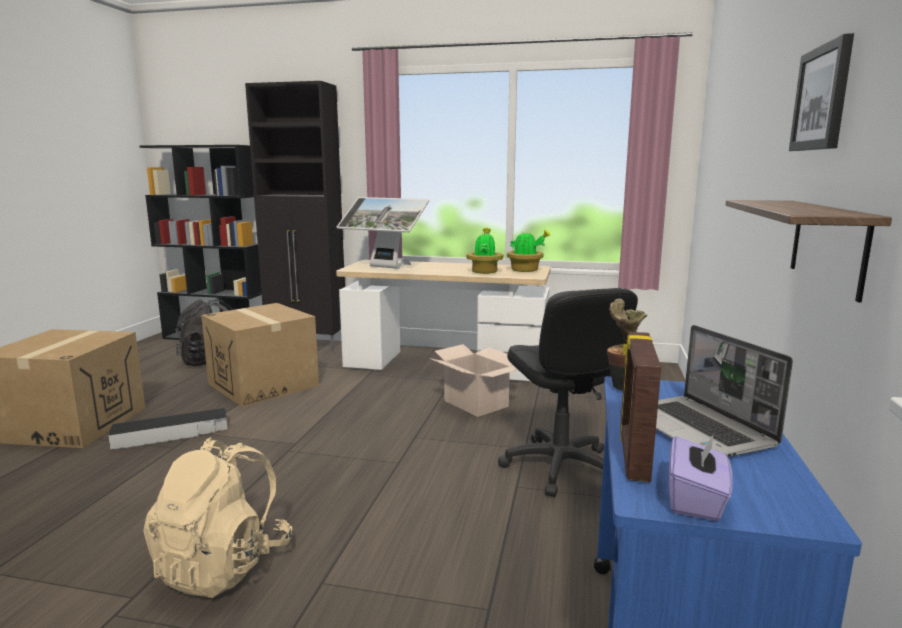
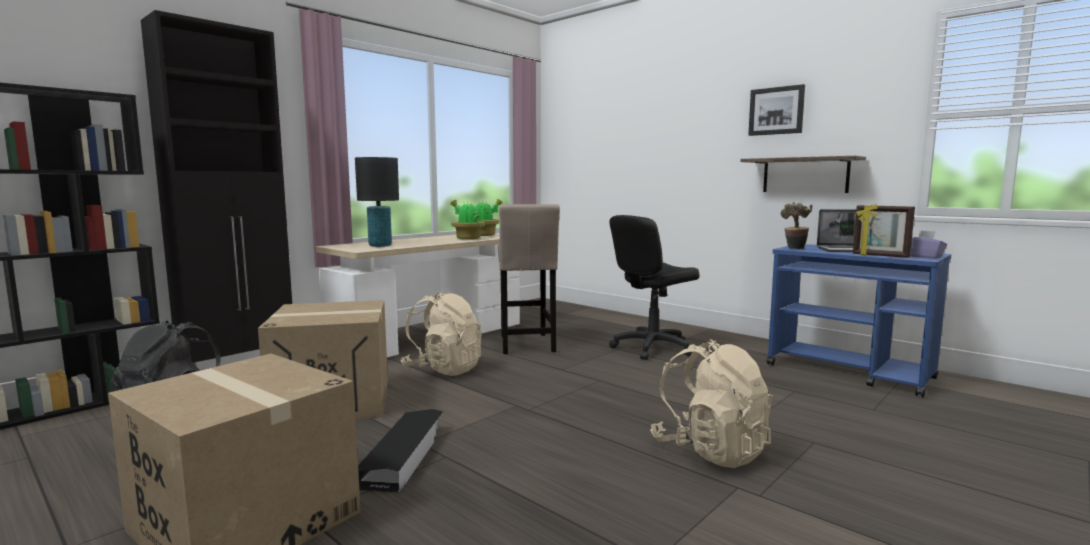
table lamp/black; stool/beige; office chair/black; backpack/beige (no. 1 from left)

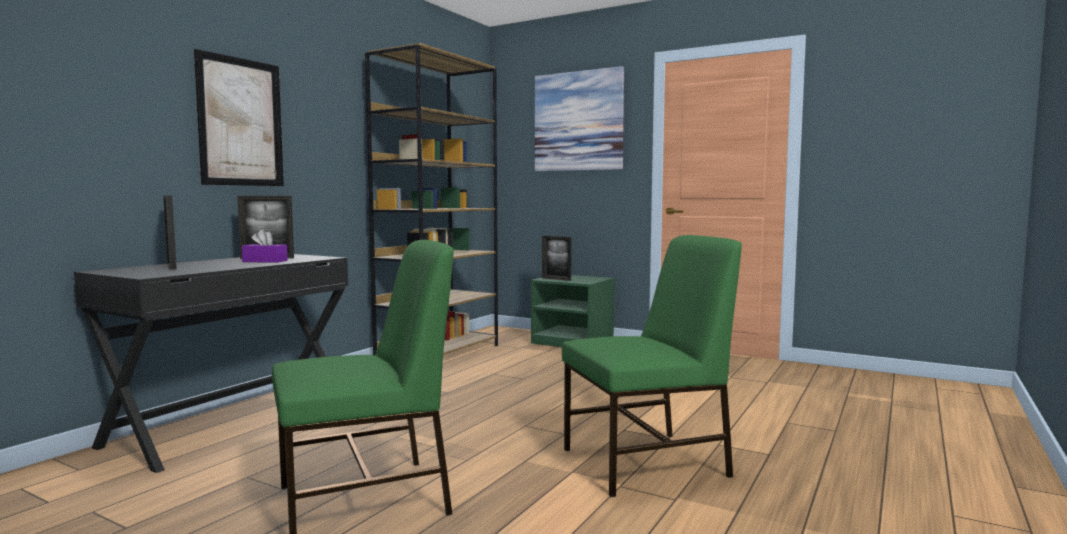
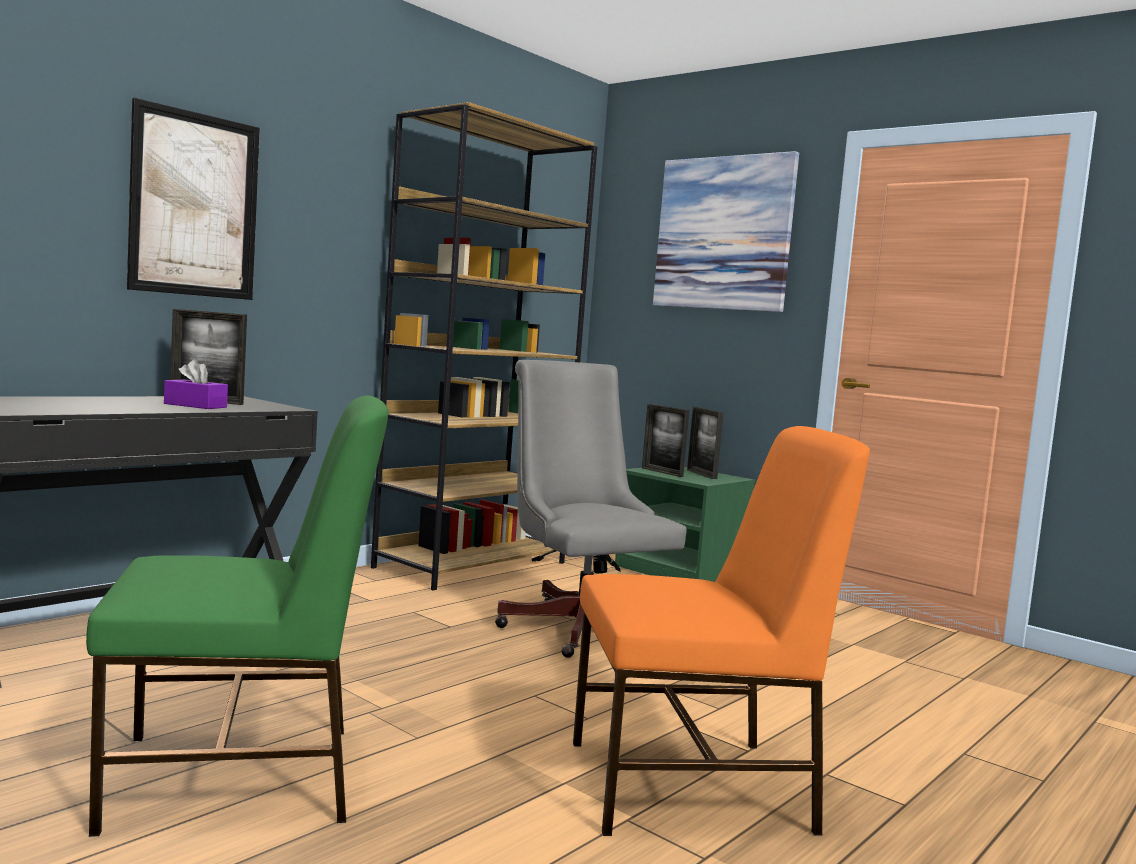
picture frame (no. 3 from left); chair/orange; office chair/grey

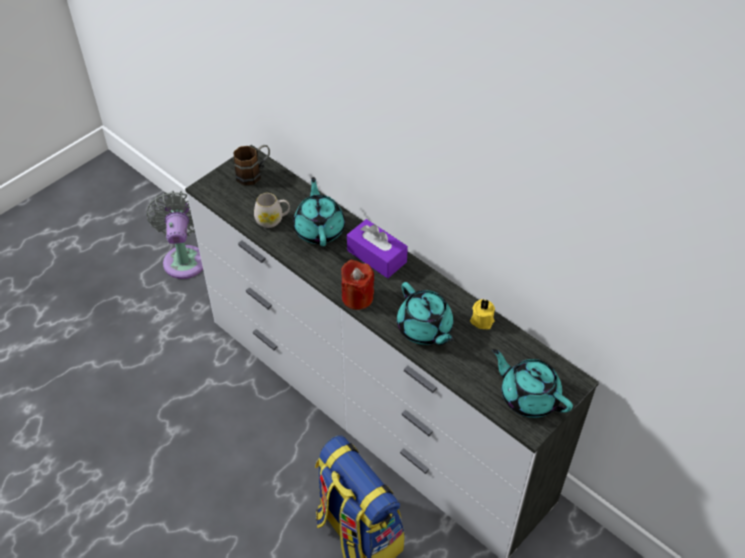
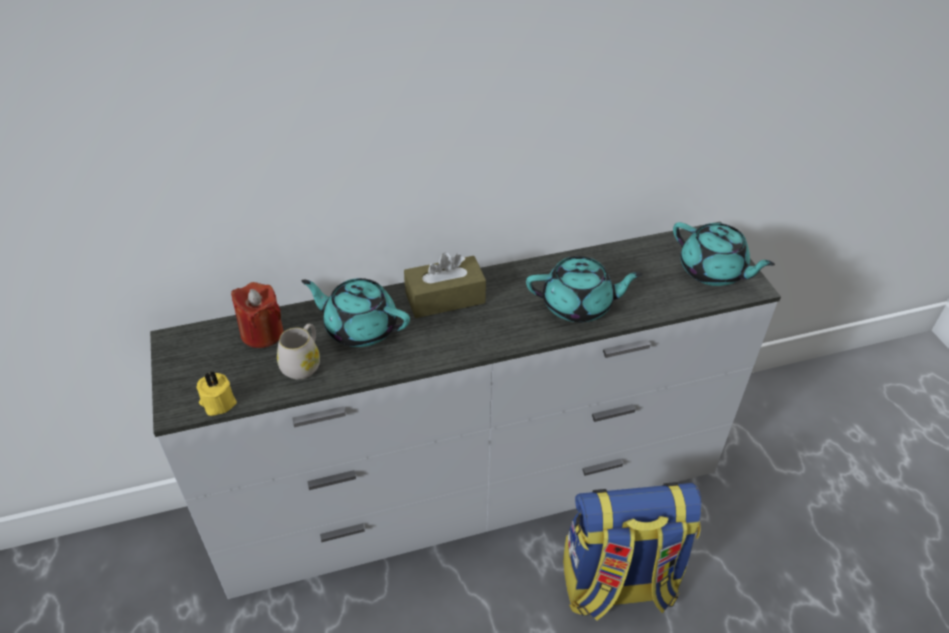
fan/grey; mug/brown; candle/red; tissue box/brown; candle/yellow; teapot/turquoise (no. 3 from left)

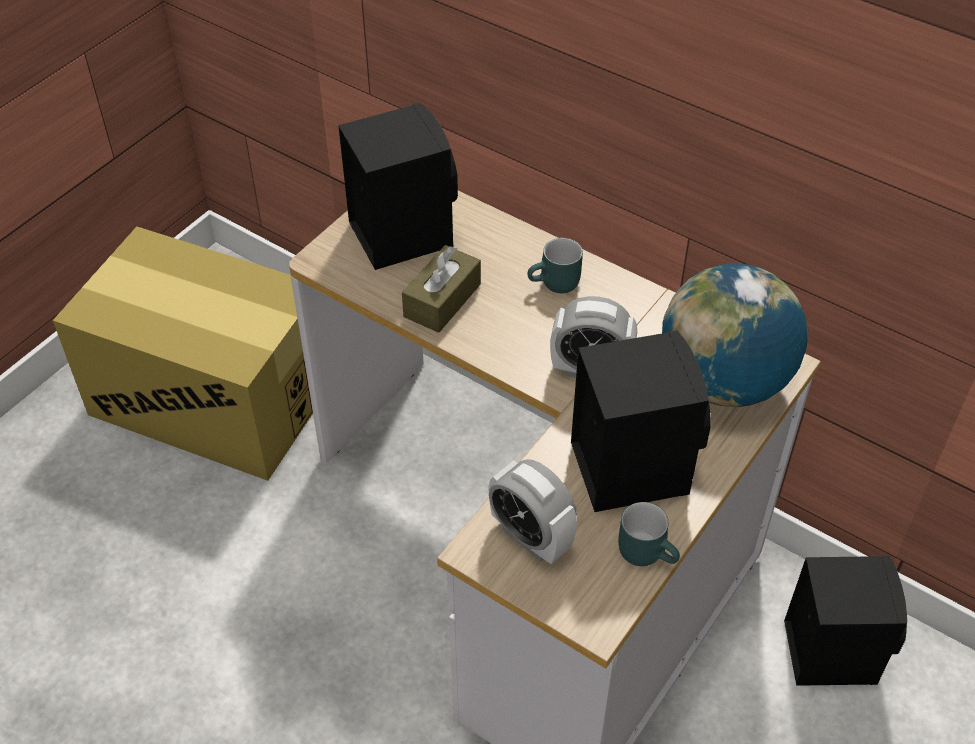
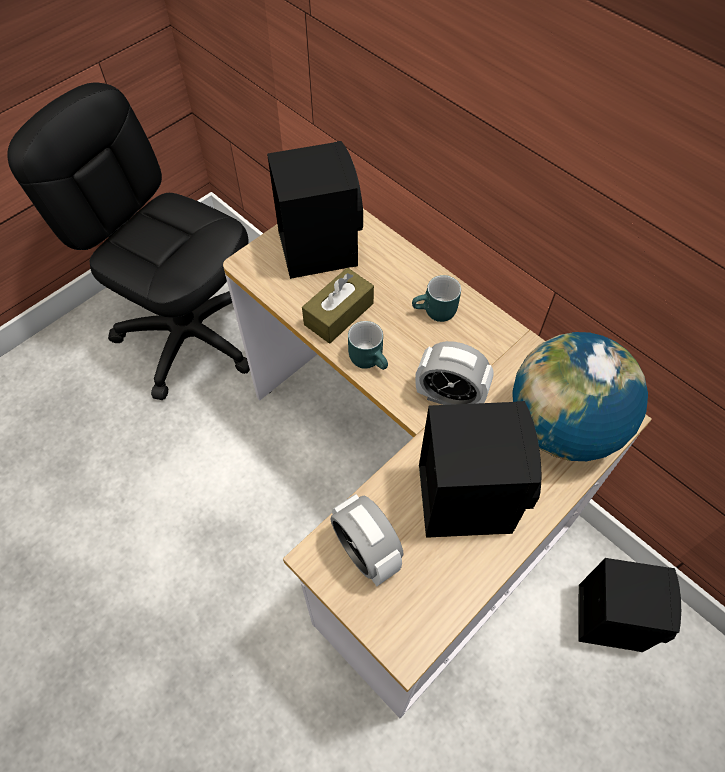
office chair/black; mug/turquoise (no. 1 from left)

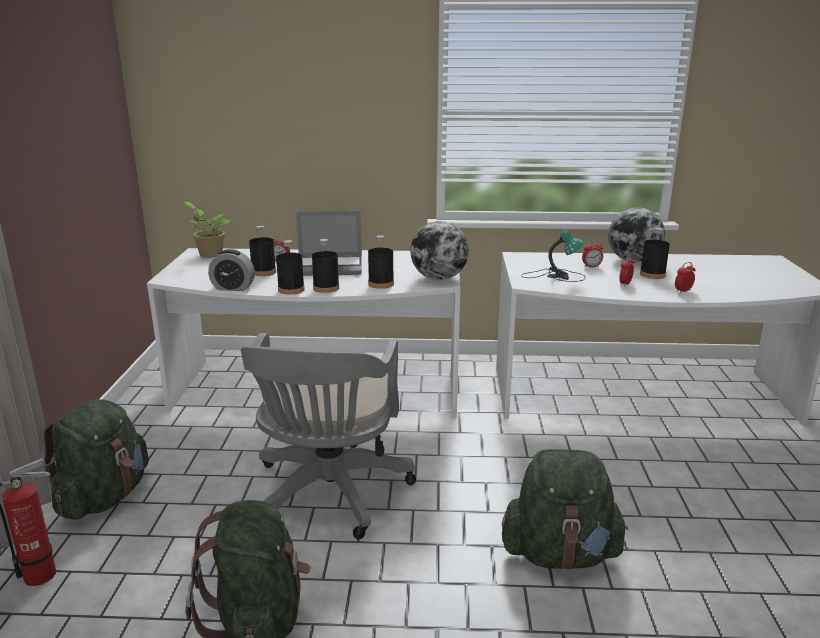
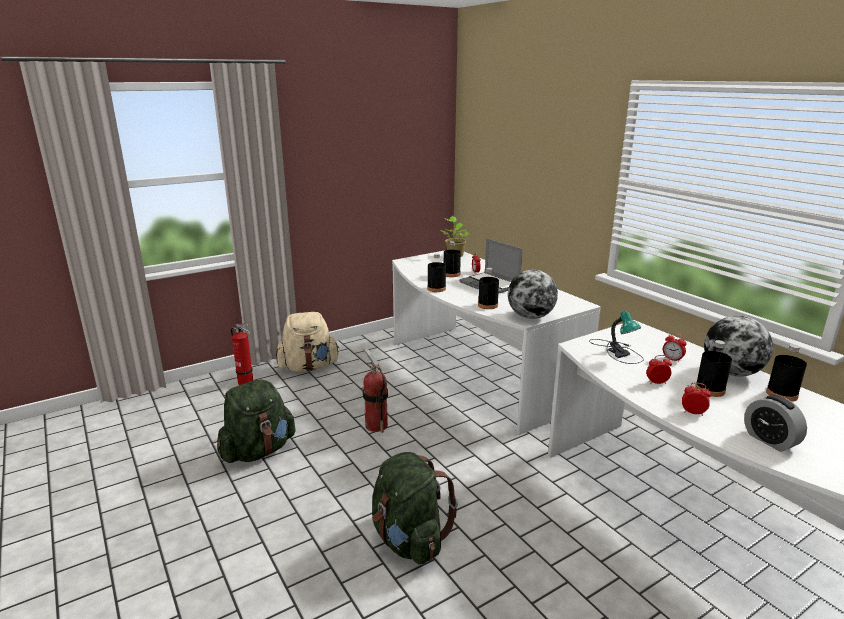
backpack/beige; alarm clock (no. 5 from left); fire extinguisher (no. 2 from left); bottle/black (no. 5 from left)

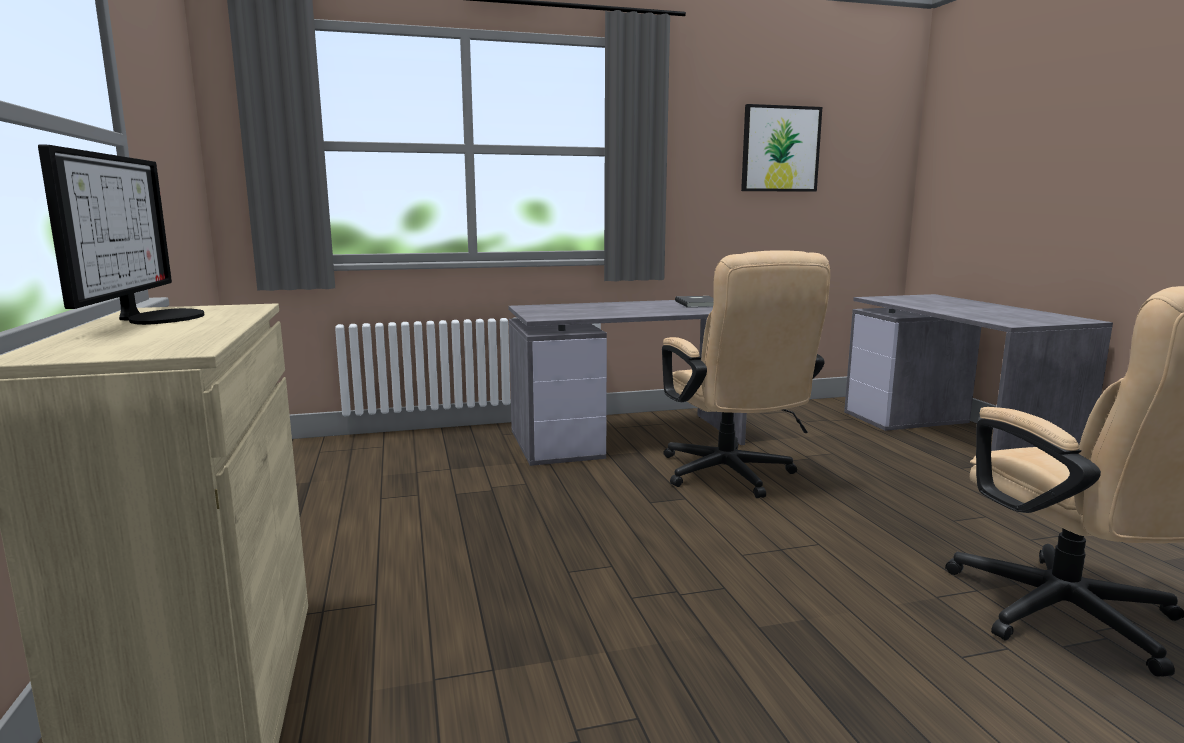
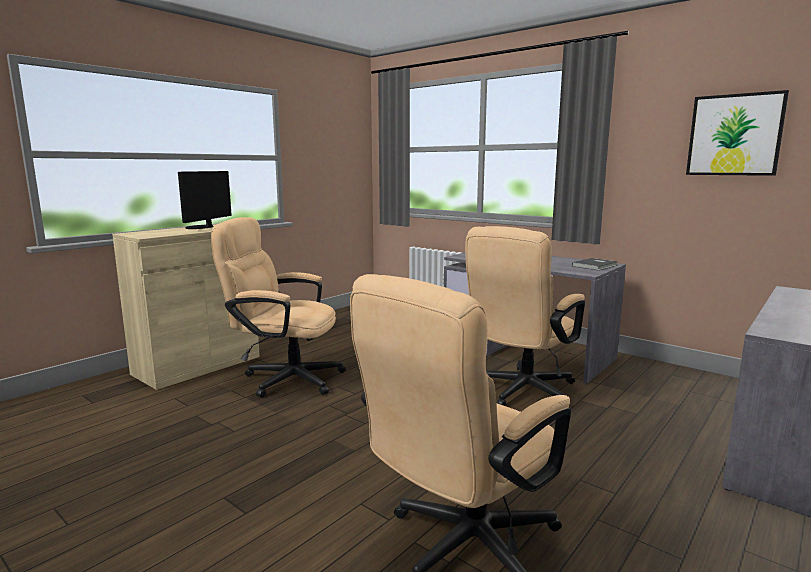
monitor; office chair/beige (no. 1 from left)

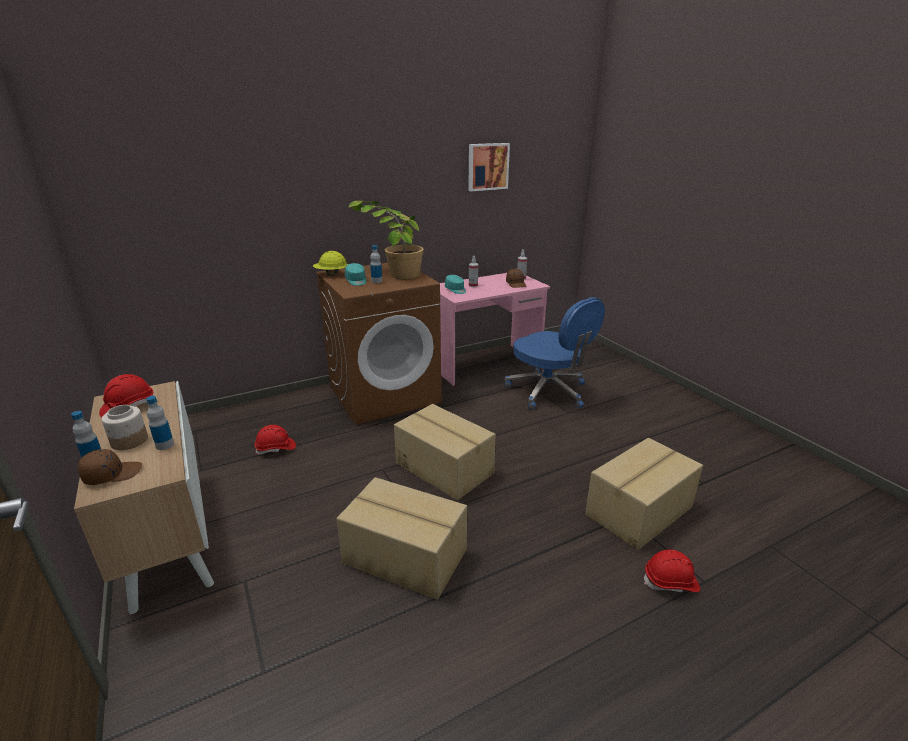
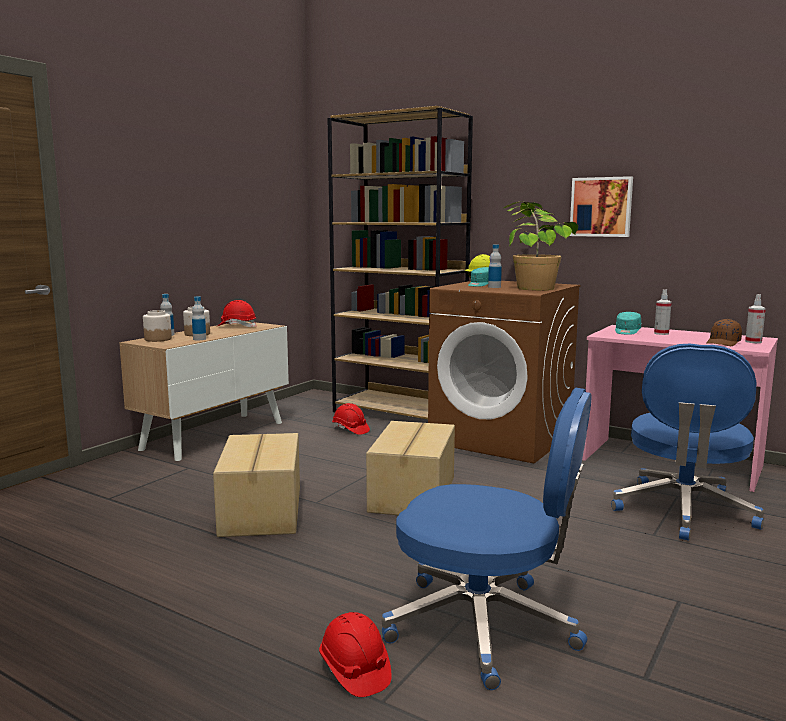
jar (no. 1 from left); picture; office chair/blue (no. 1 from left); bookcase/brown

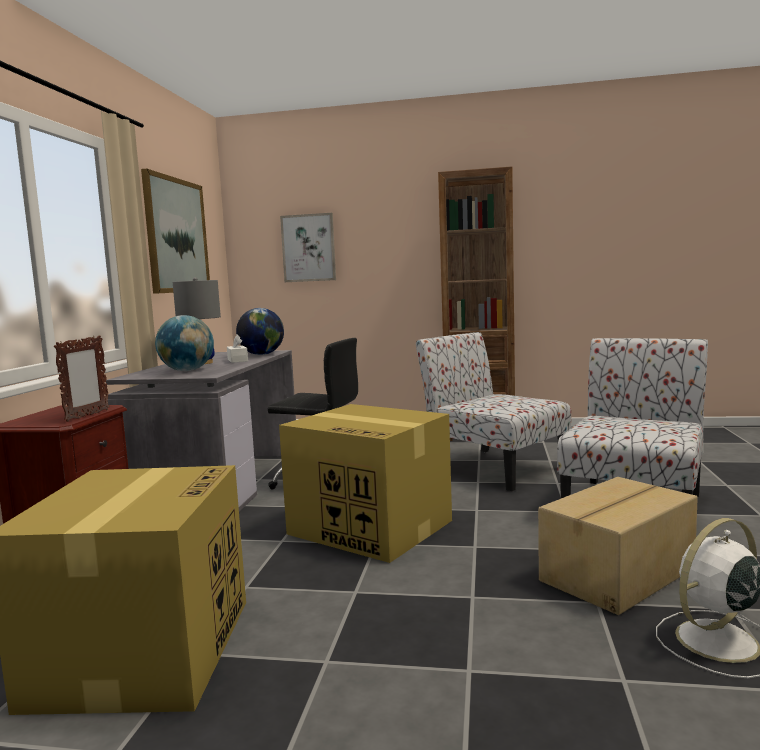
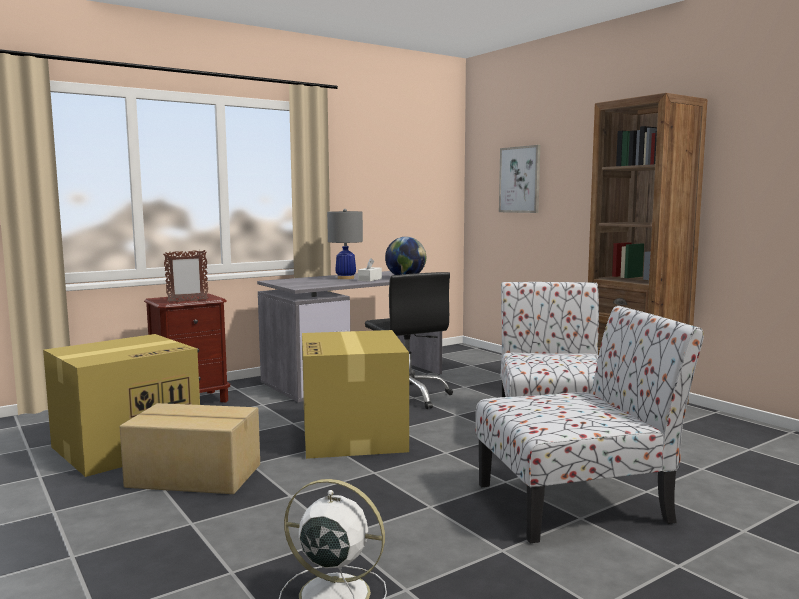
picture (no. 1 from left in the first image); globe (no. 1 from left in the first image); cardboard box (no. 2 from left)

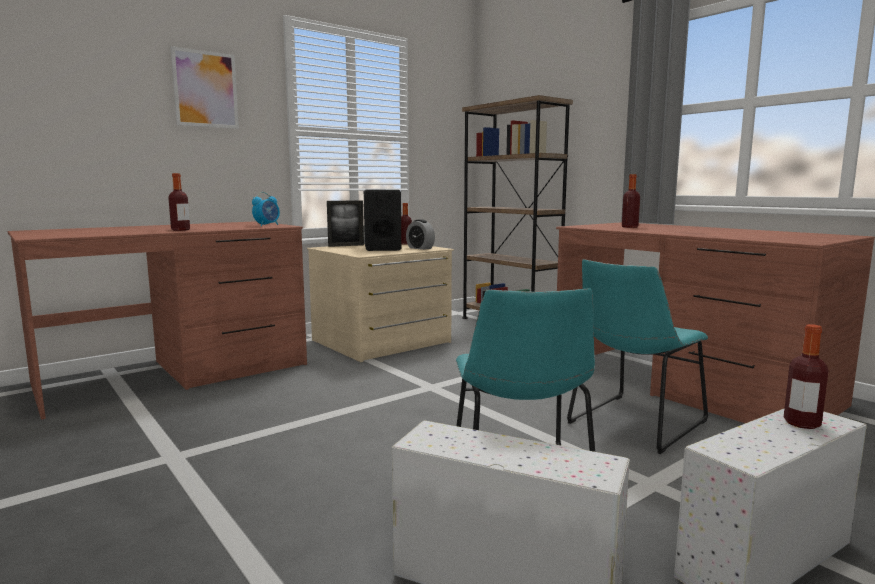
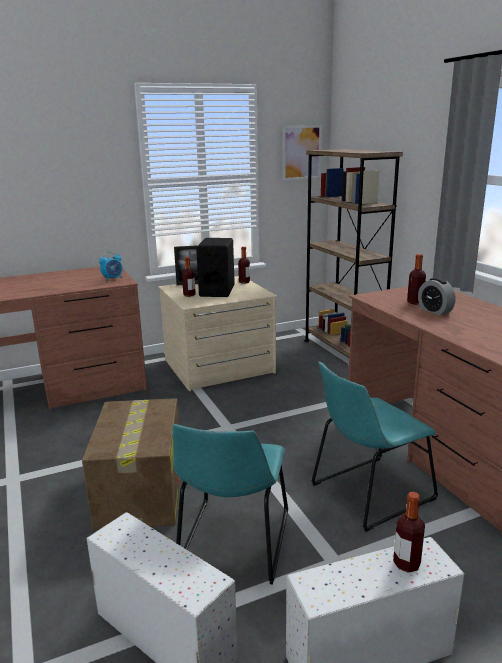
bottle (no. 1 from left); picture; alarm clock (no. 2 from left); cardboard box

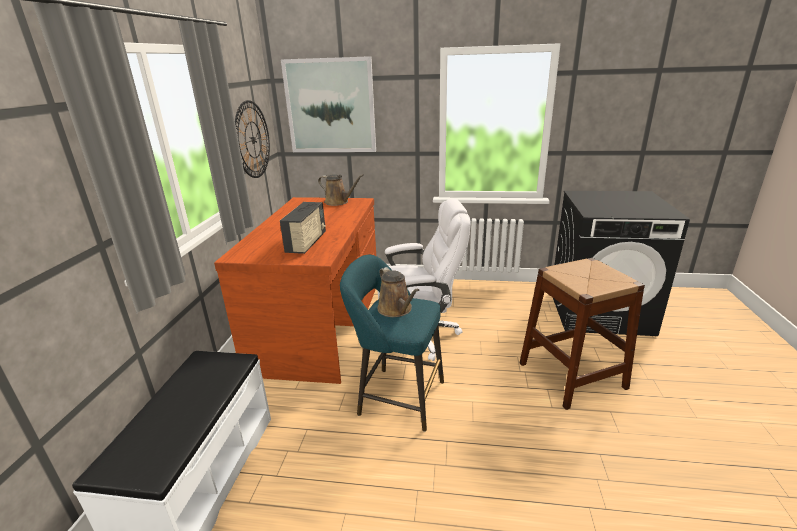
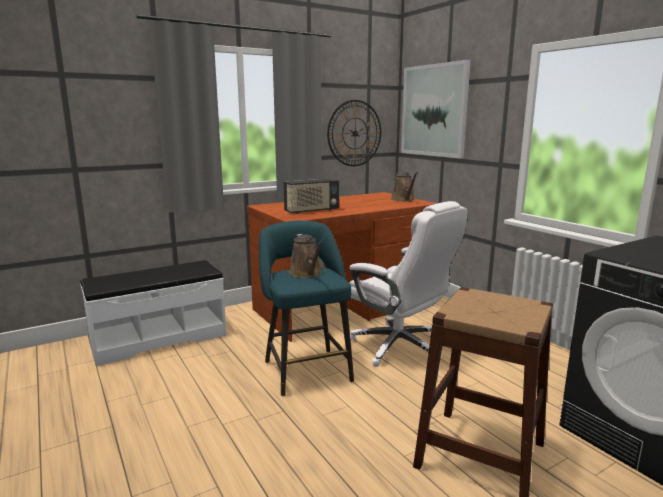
watering can/brown (no. 1 from left)

